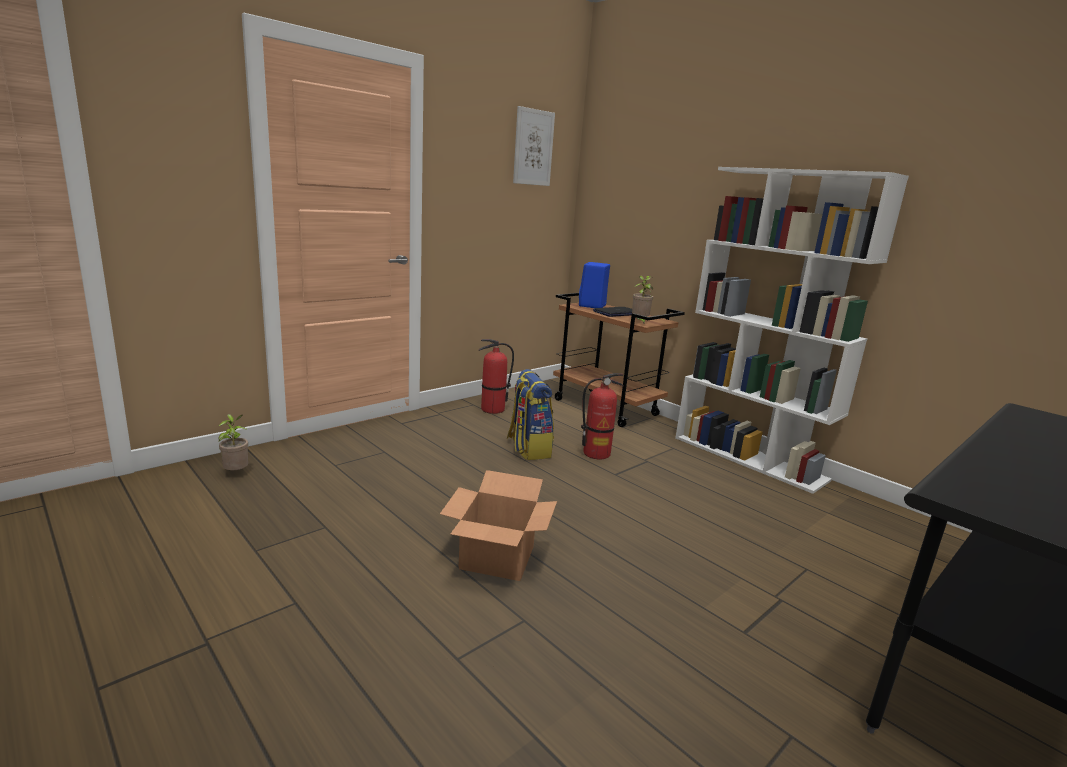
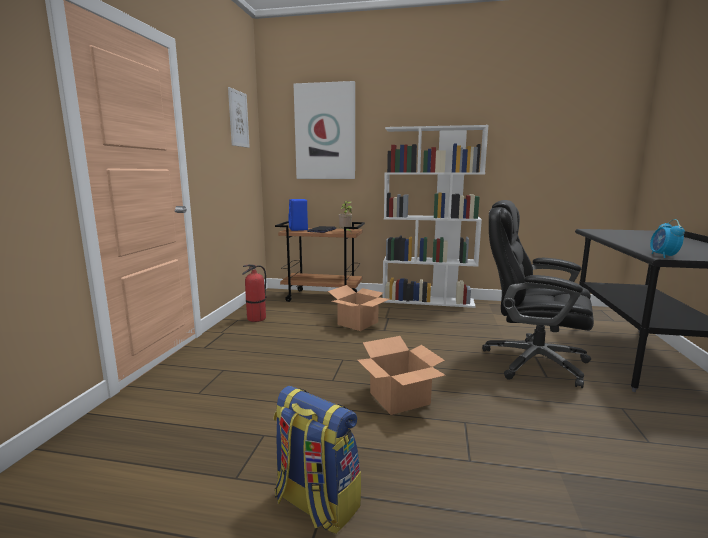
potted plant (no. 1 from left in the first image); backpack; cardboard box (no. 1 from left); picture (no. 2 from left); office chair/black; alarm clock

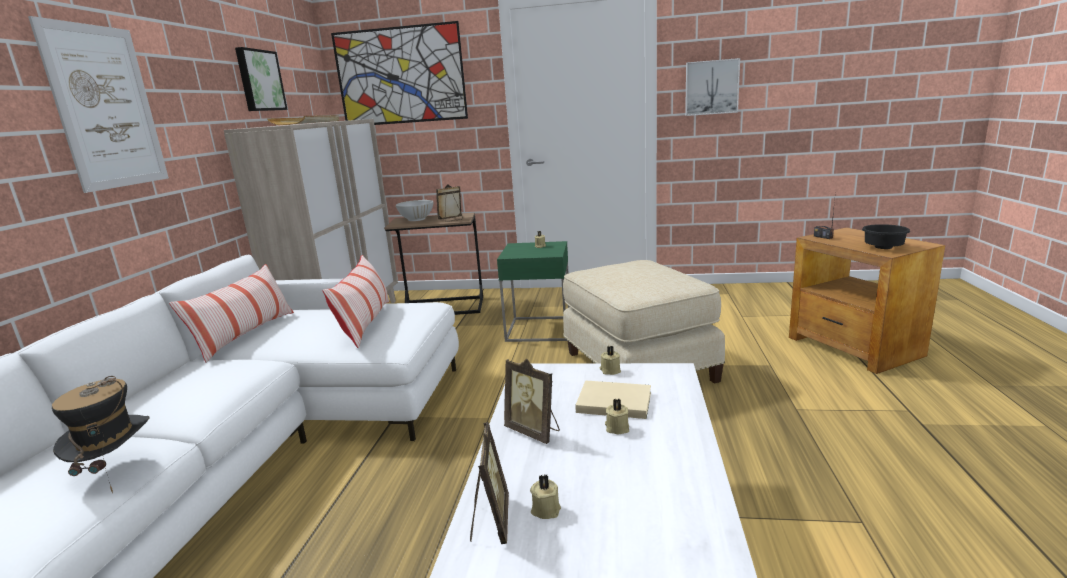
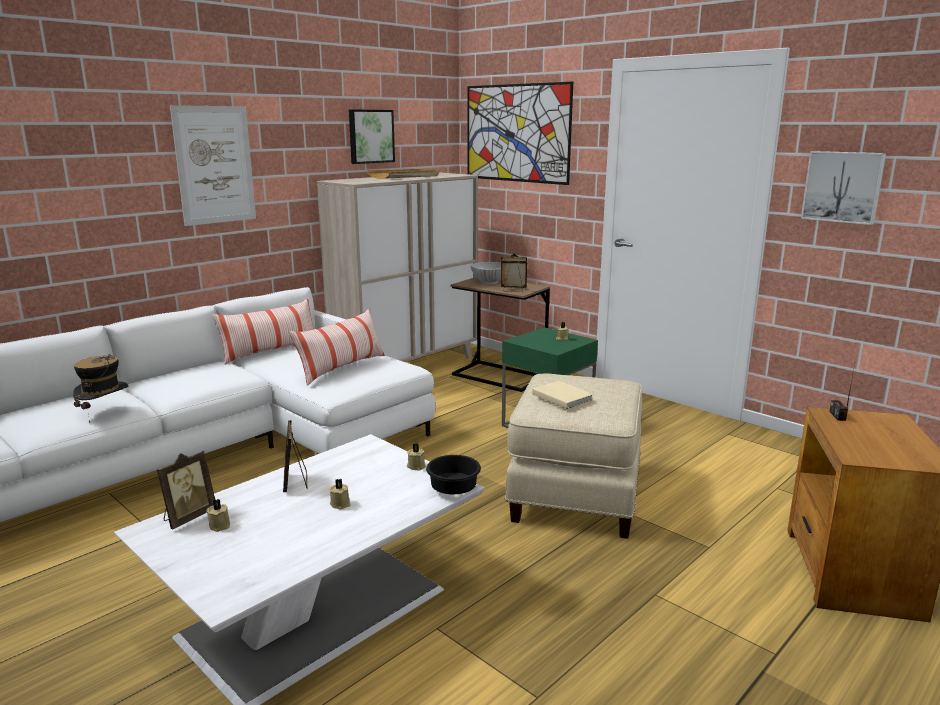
book/beige; bowl/black

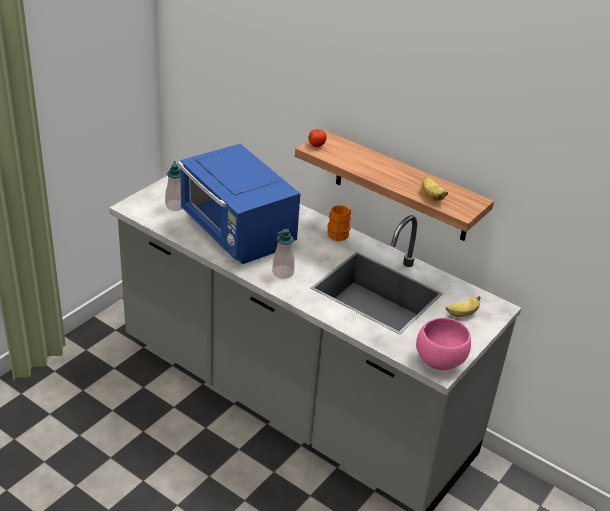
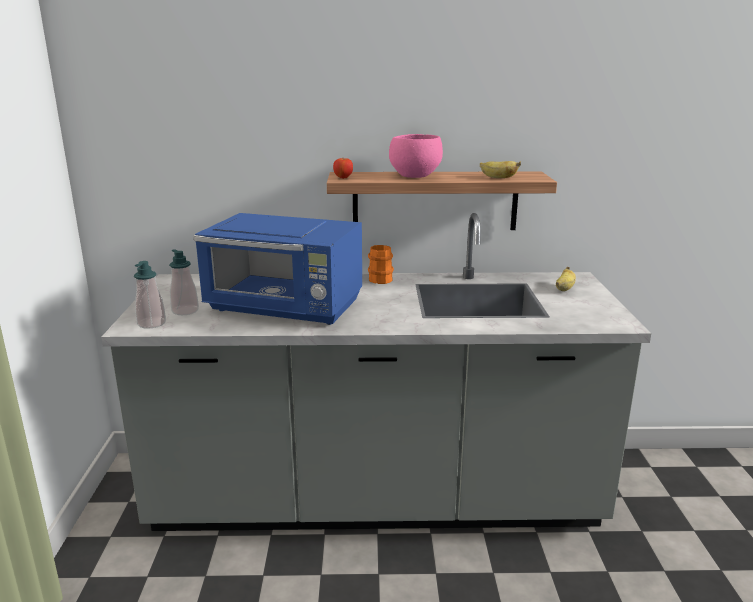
soap dispenser (no. 1 from left); bowl/pink

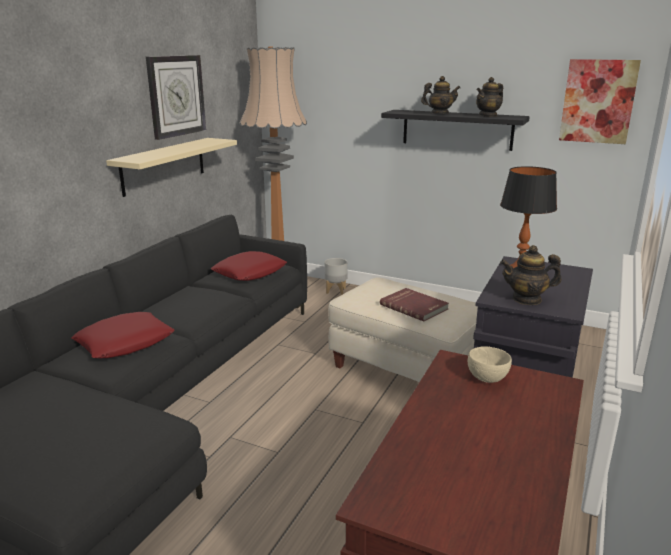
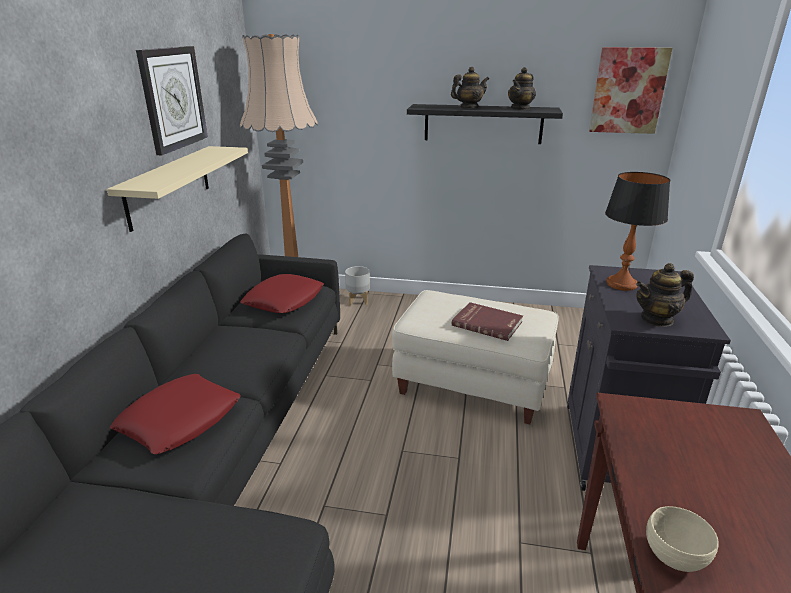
bowl/beige

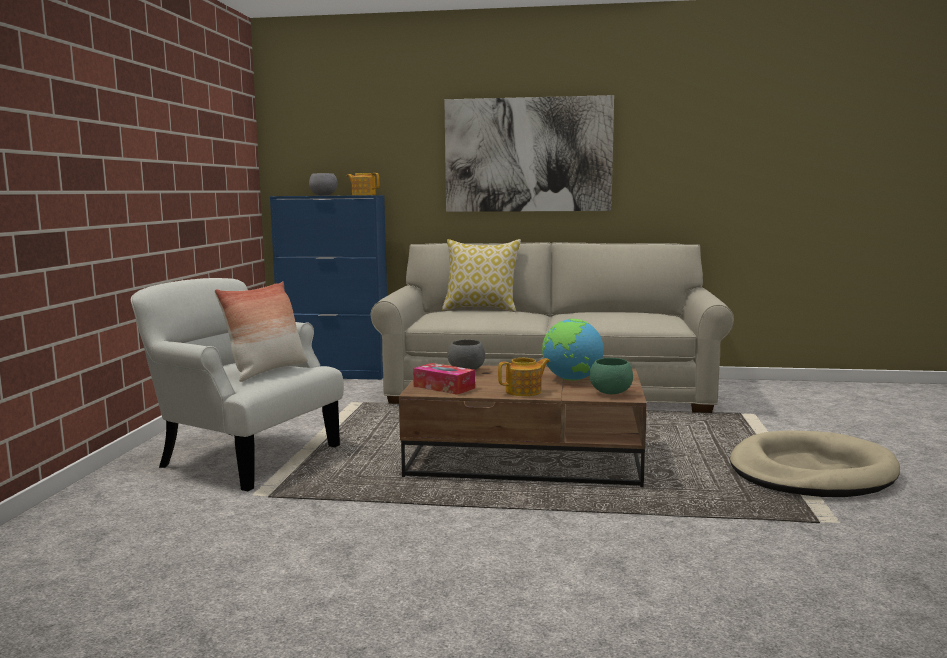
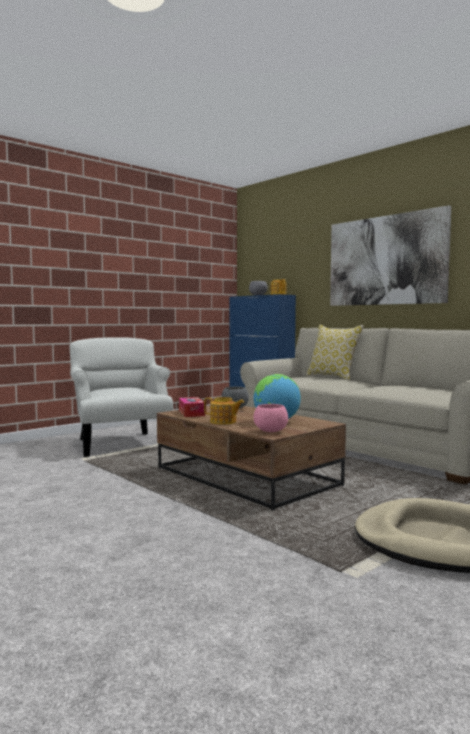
pillow (no. 1 from left in the first image); bowl/pink

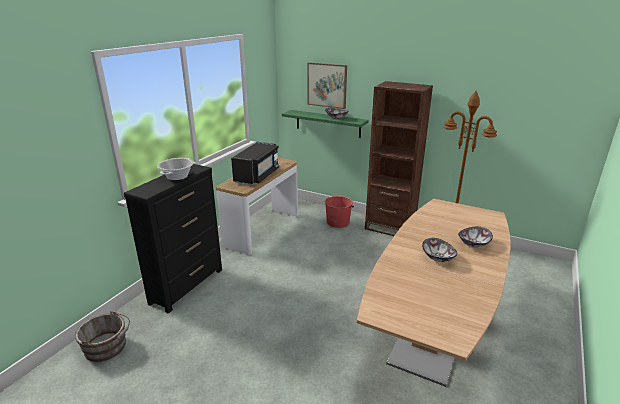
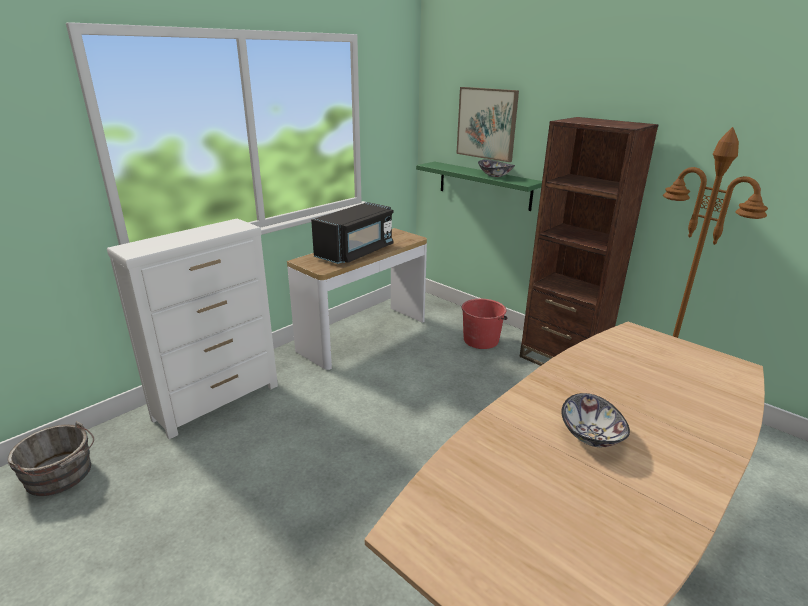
dresser/white; cooking pot; bowl (no. 3 from left in the first image)

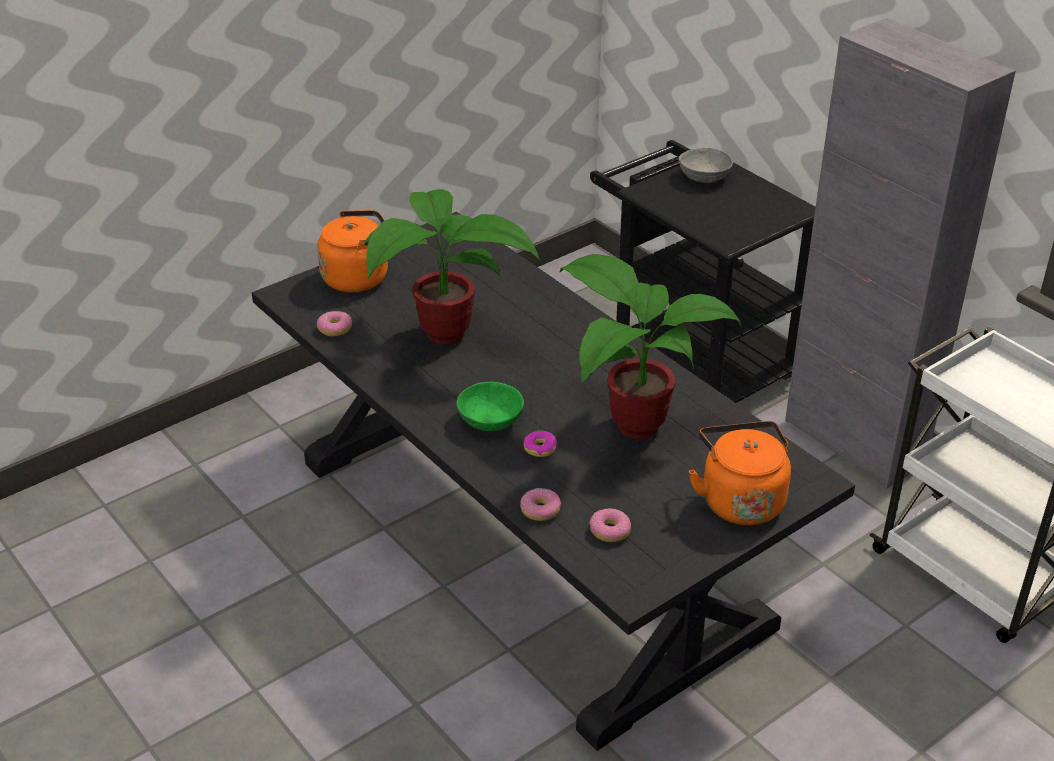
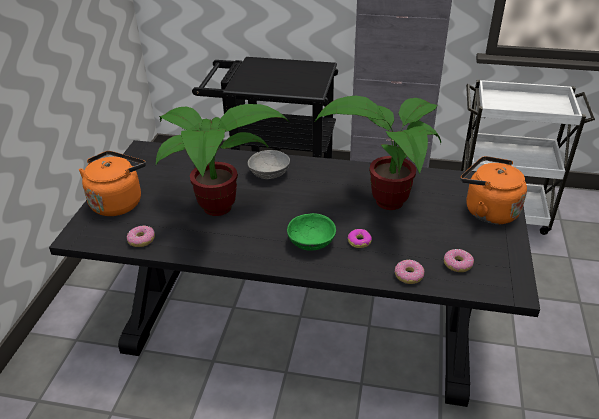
bowl/grey

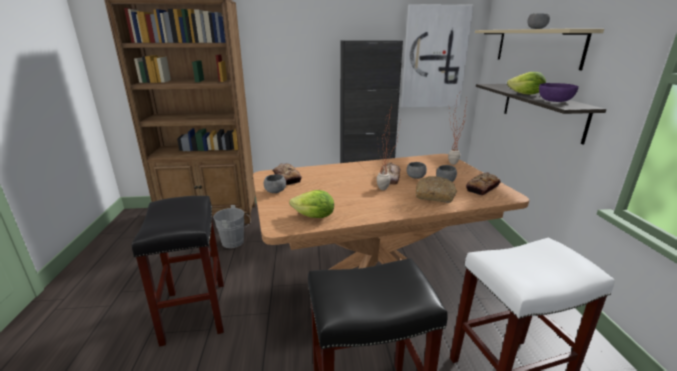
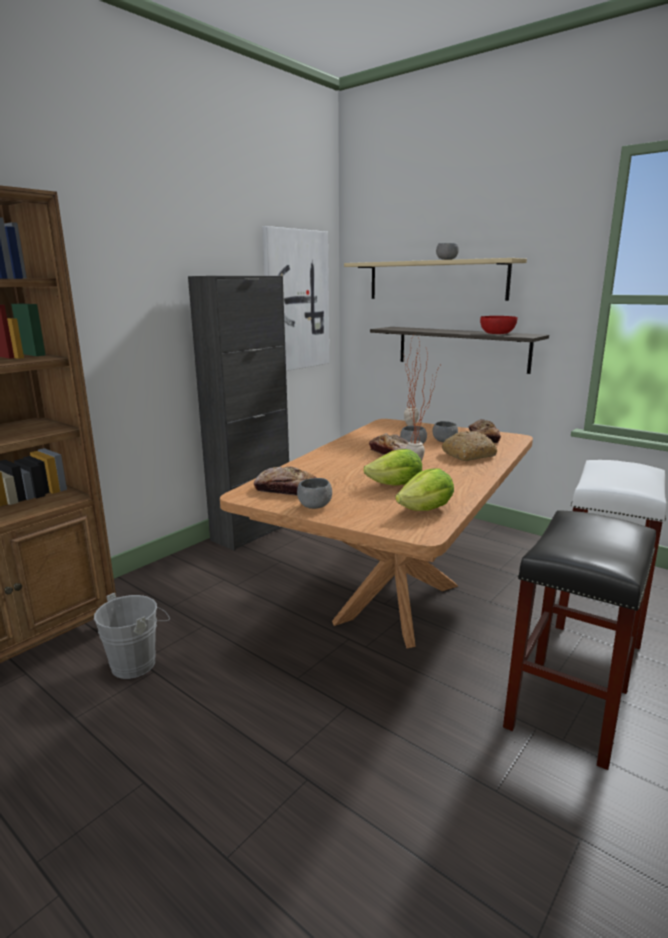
stool/black (no. 1 from left in the first image); lettuce (no. 1 from left); bowl/red

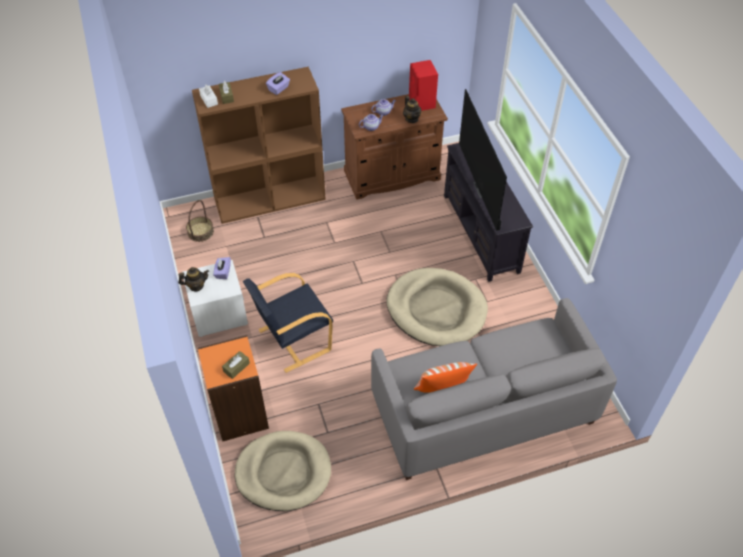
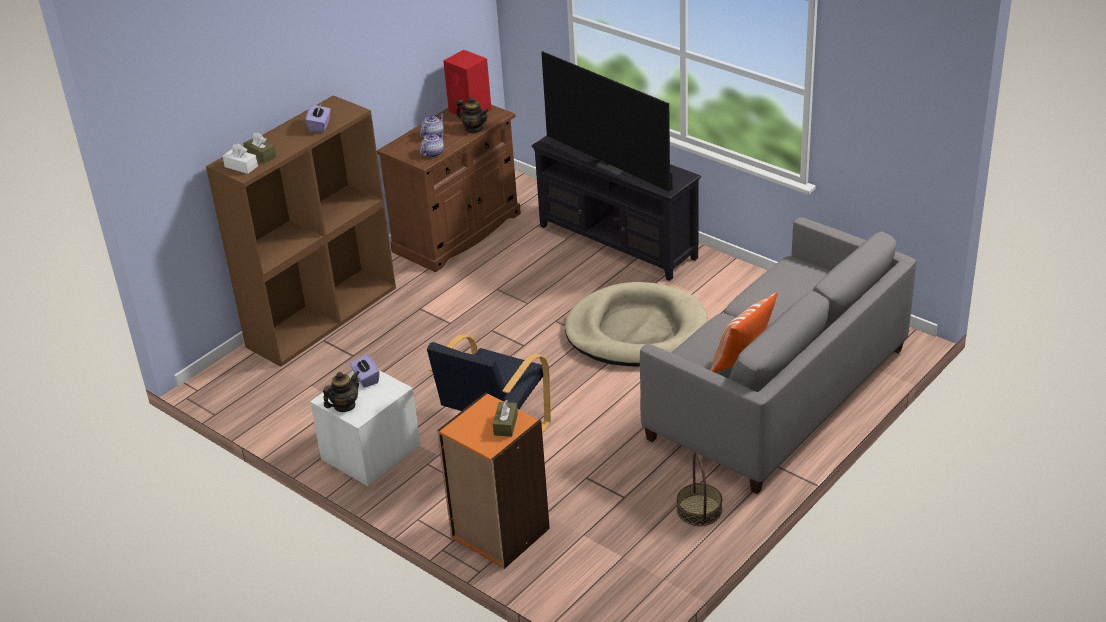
basket; dog bed/beige (no. 1 from left in the first image)

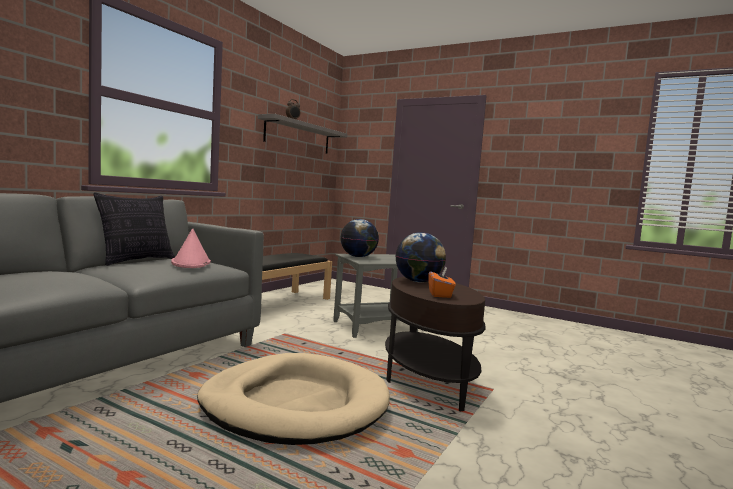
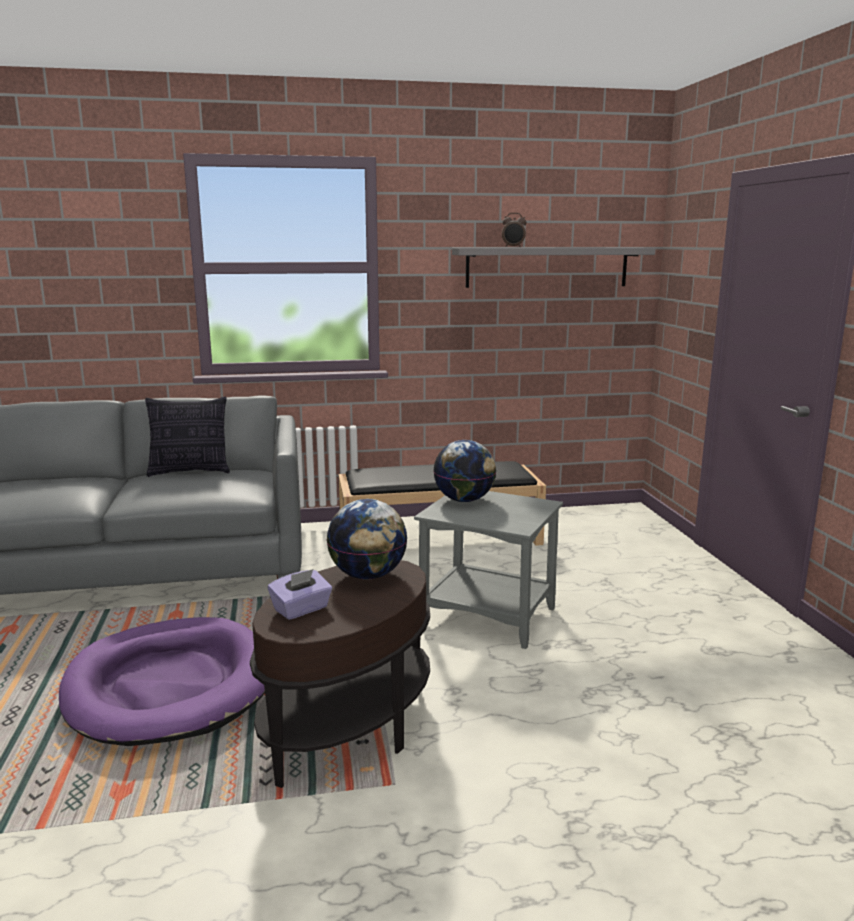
hat/pink; dog bed/purple; tissue box/purple

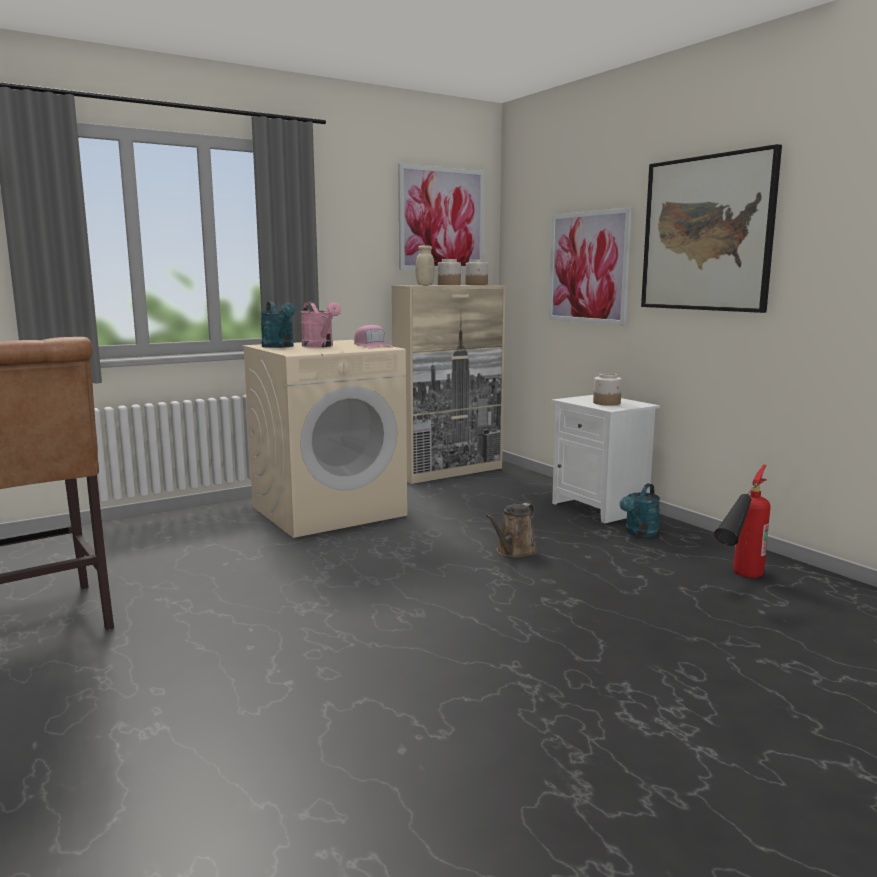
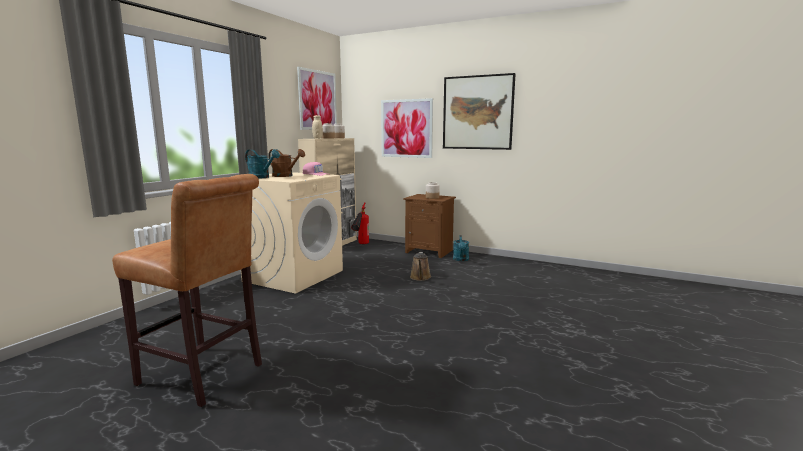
watering can/brown (no. 1 from left); nightstand/brown; fire extinguisher

